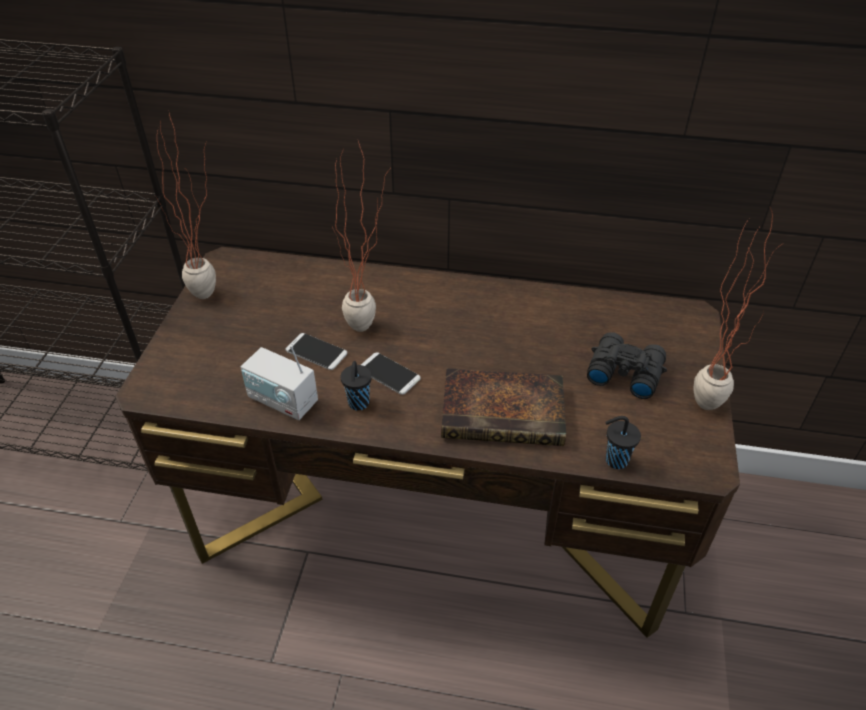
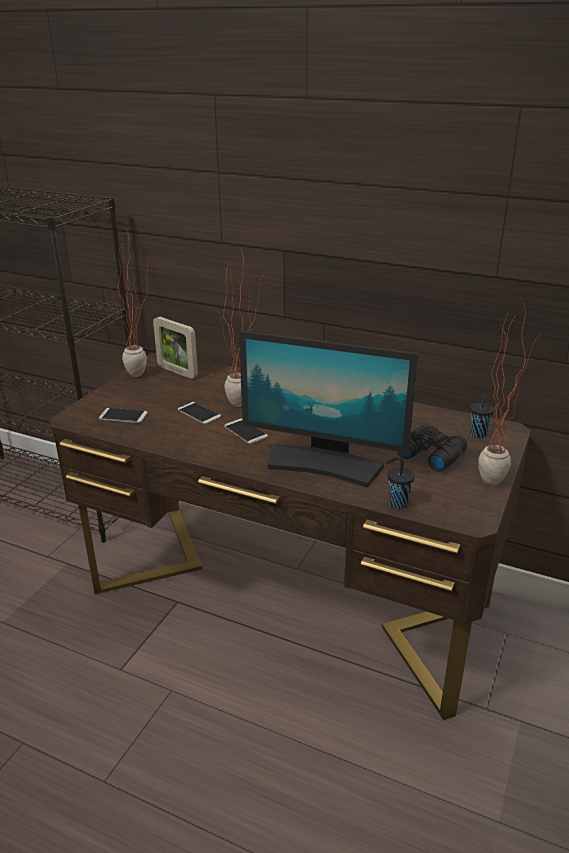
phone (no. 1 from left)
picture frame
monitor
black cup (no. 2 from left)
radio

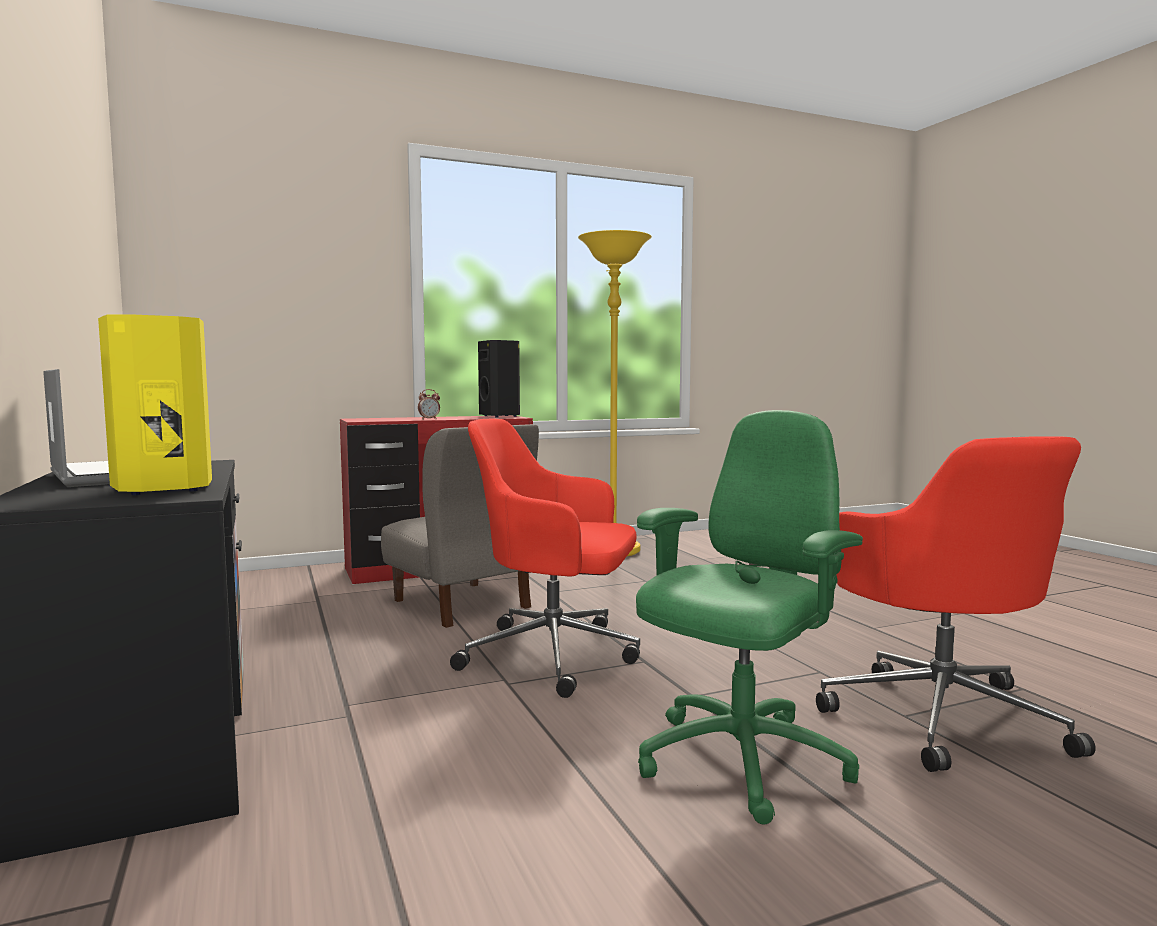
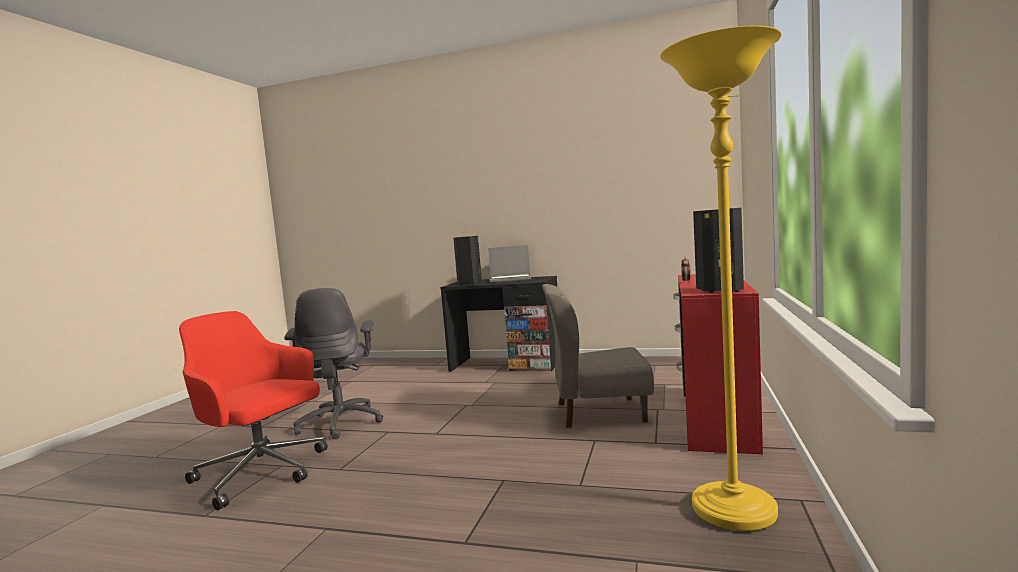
grey office chair
black speaker (no. 1 from left)
red office chair (no. 1 from left in the first image)

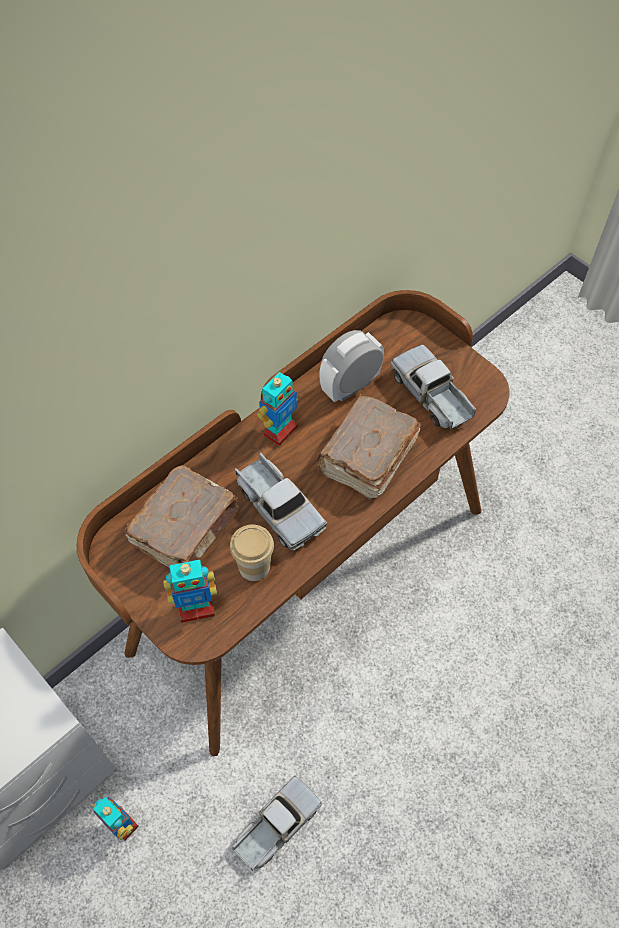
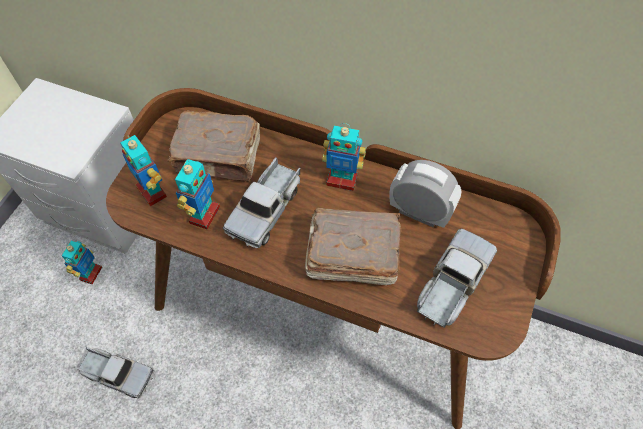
toy robot (no. 3 from left)

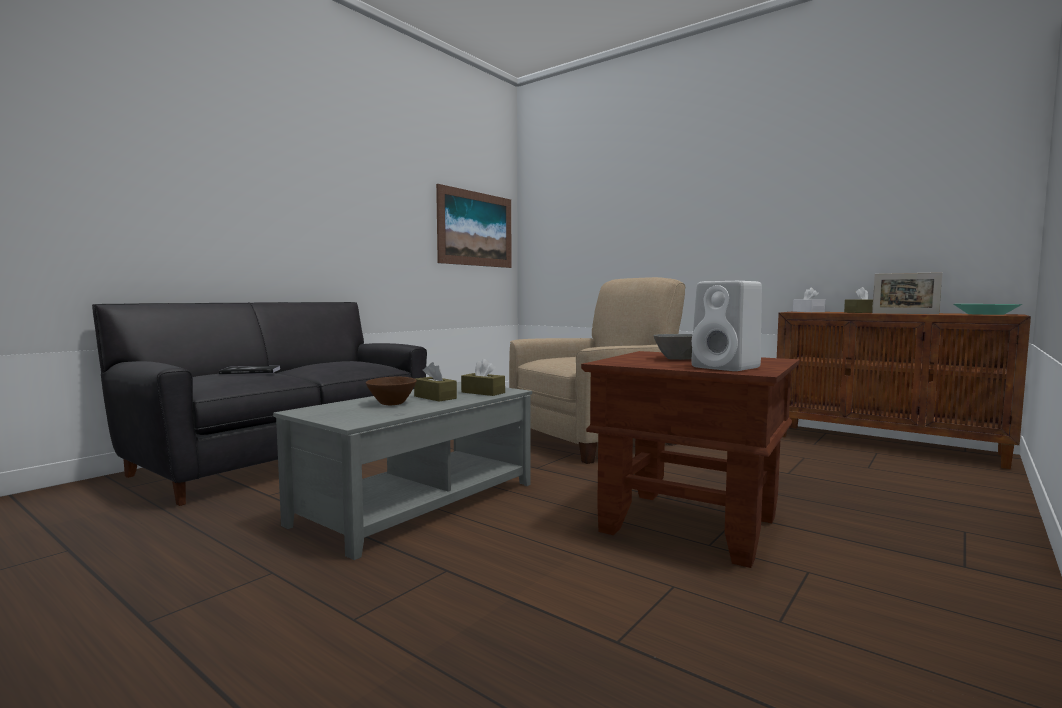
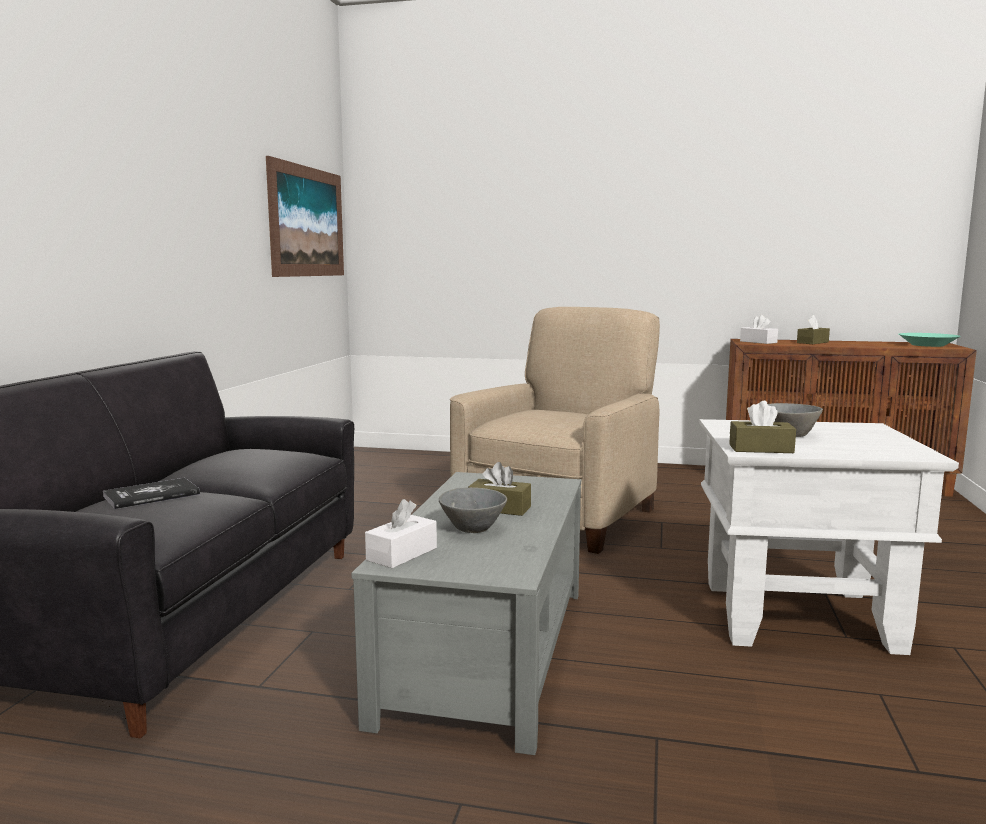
white tissue box (no. 1 from left)
grey bowl (no. 1 from left)
white side table
brown tissue box (no. 2 from left)
white speaker
picture frame

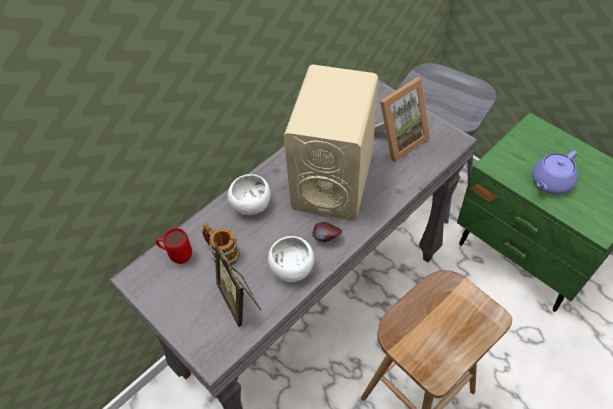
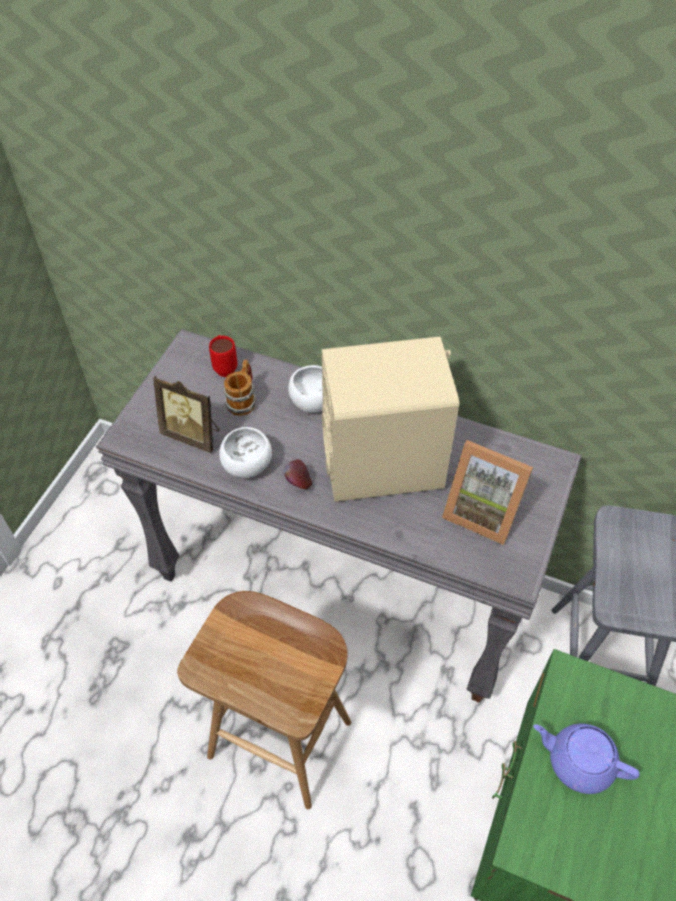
picture frame (no. 1 from left)

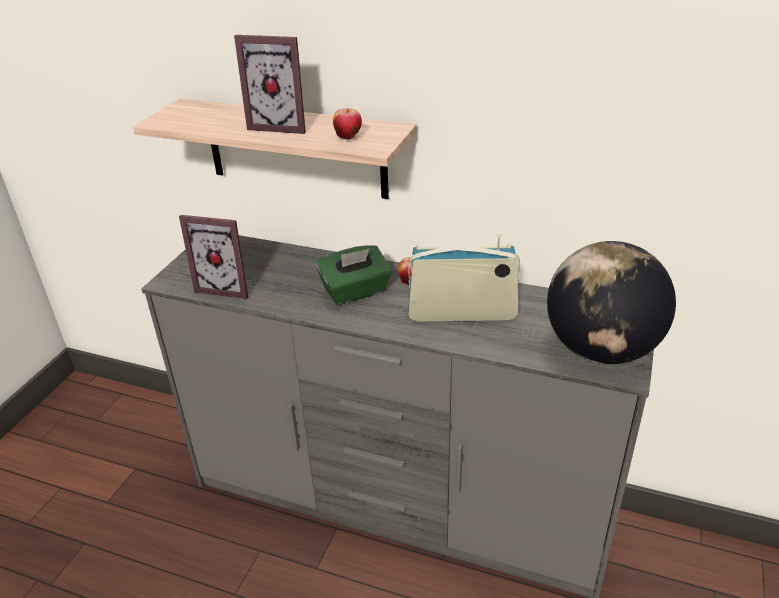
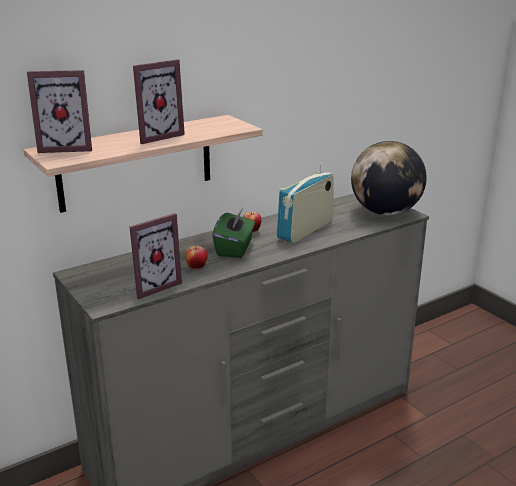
picture frame (no. 1 from left)
apple (no. 1 from left)

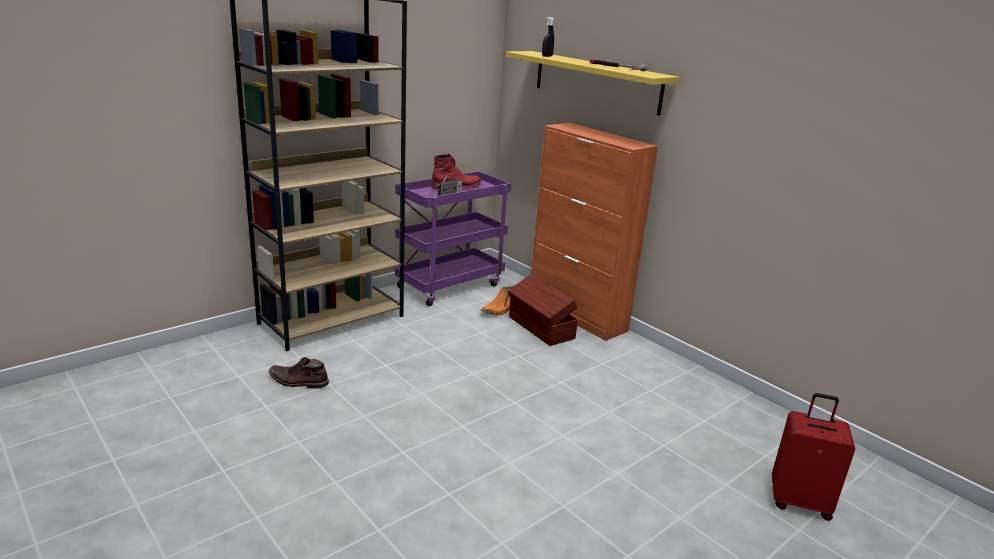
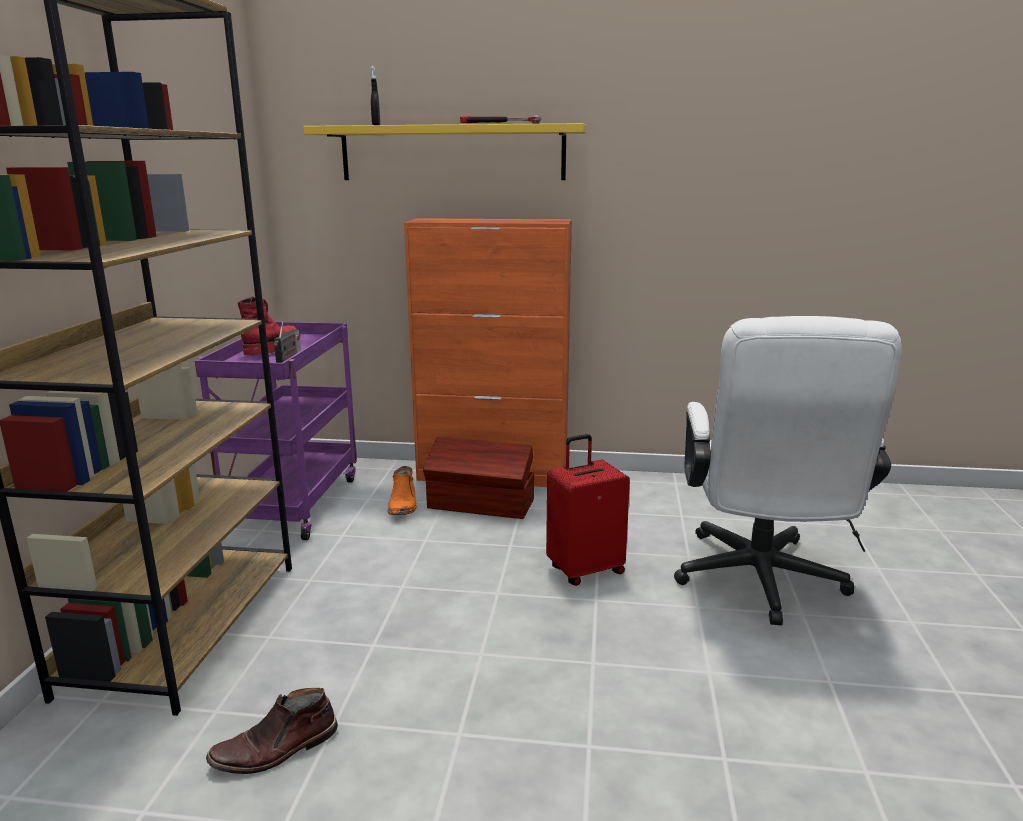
red suitcase
white office chair

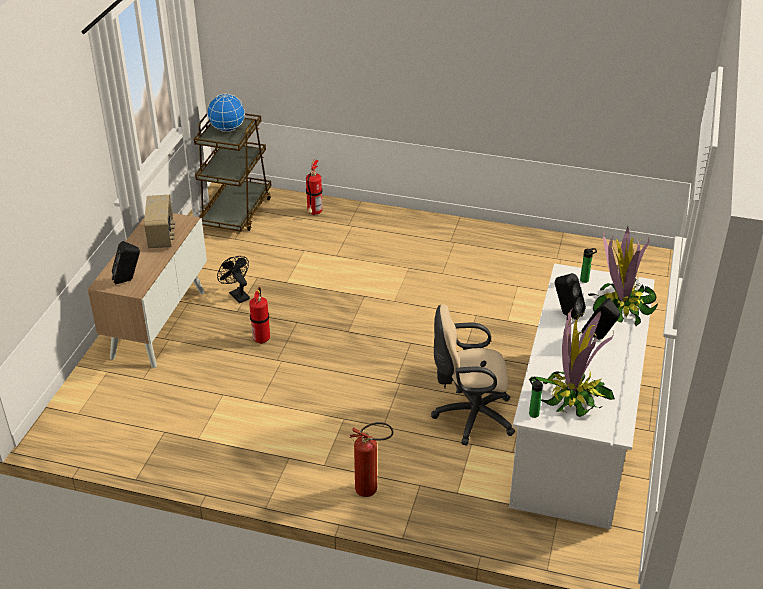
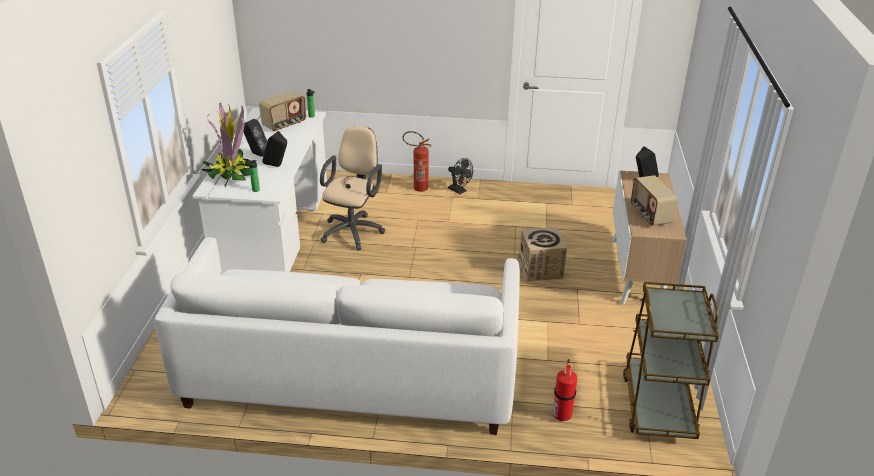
white sofa
radio (no. 1 from left)
beige office chair
black fan
cardboard box
globe

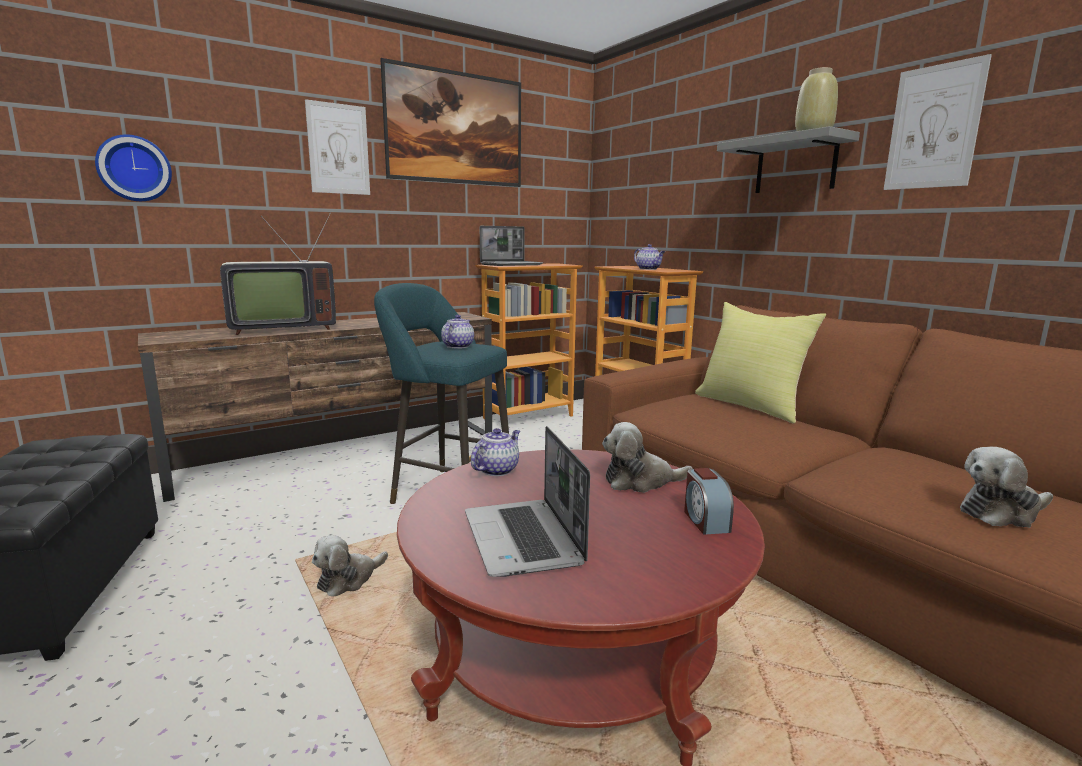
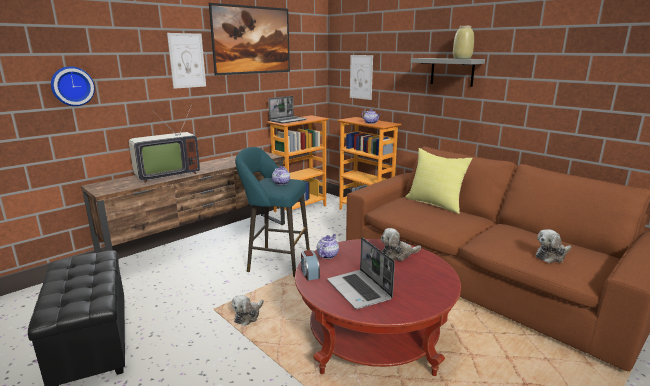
alarm clock
picture (no. 3 from left)

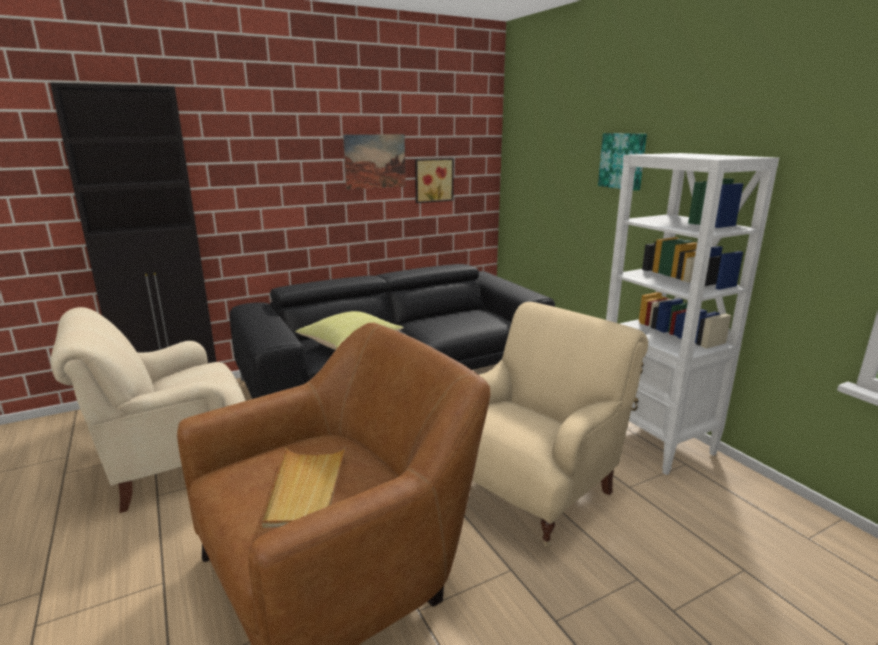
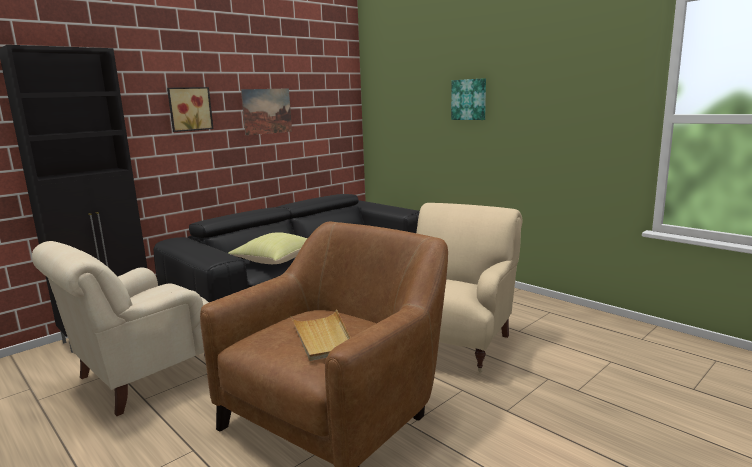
picture (no. 1 from left)
white bookcase

